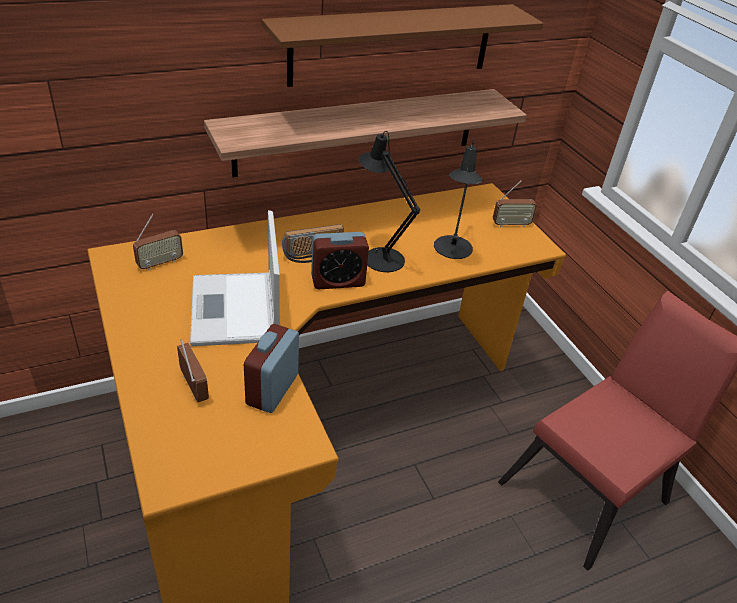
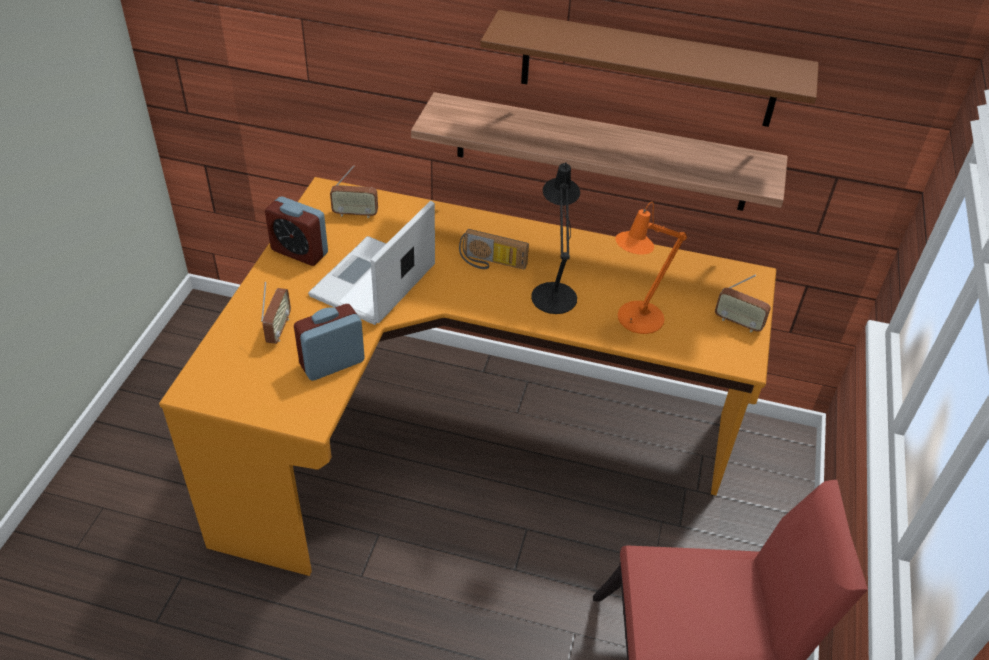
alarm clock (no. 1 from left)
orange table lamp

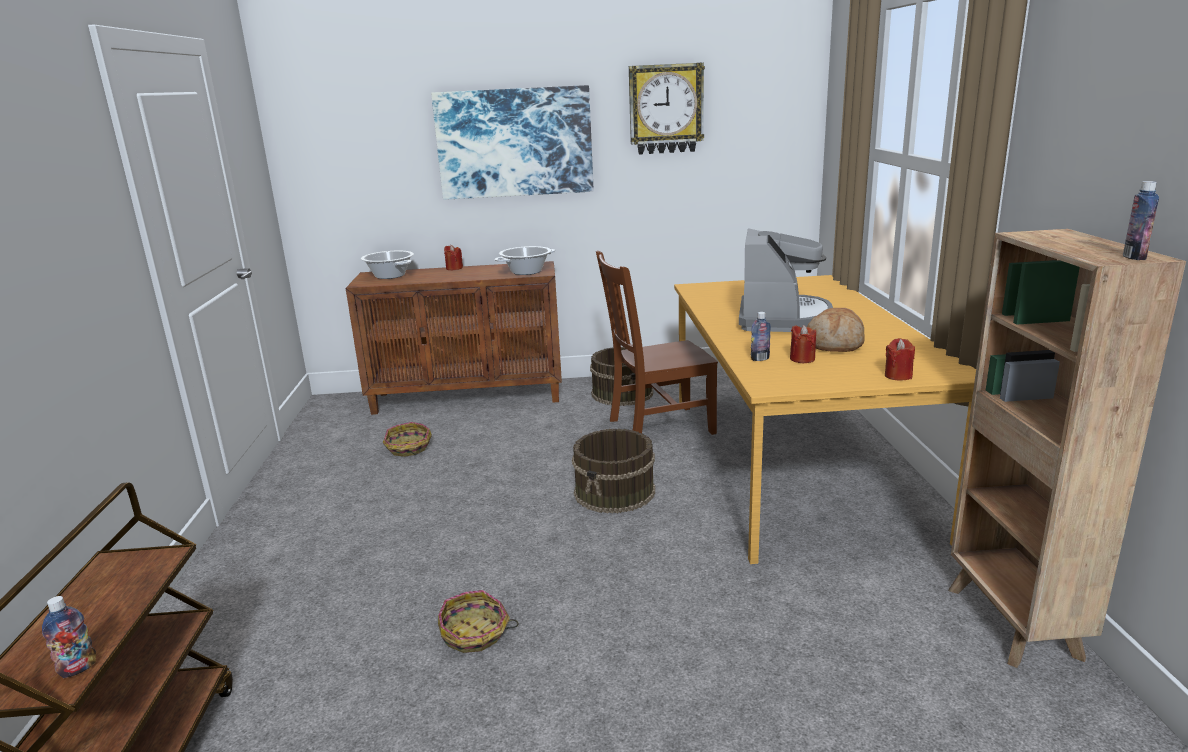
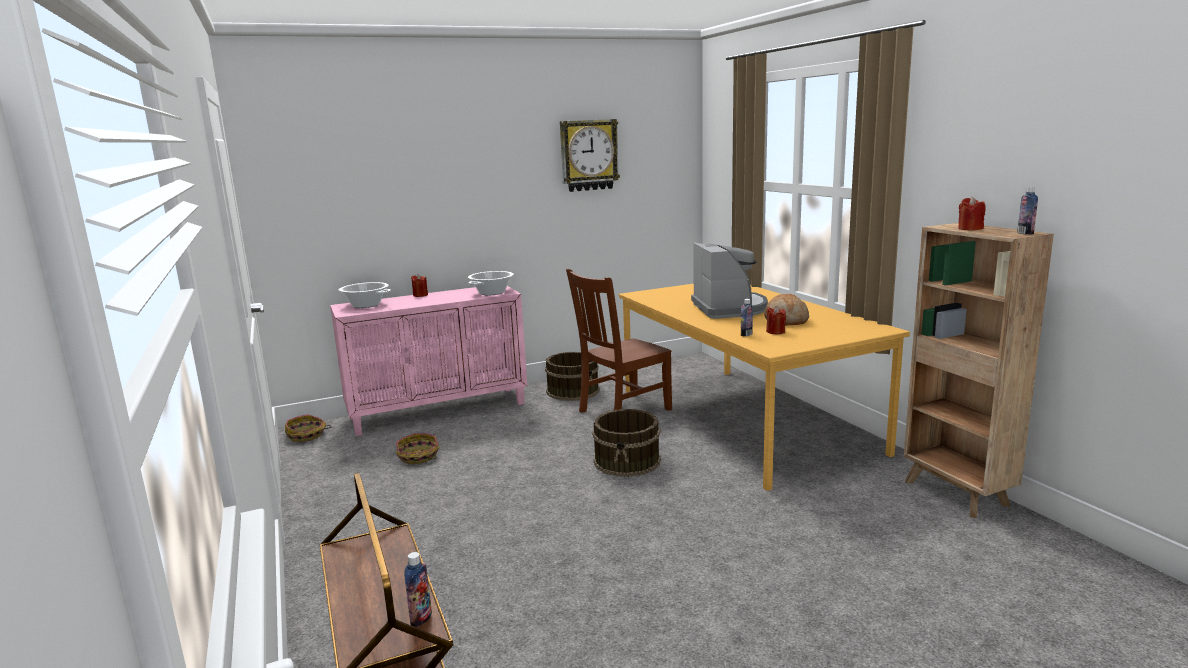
basket (no. 1 from left)
pink cabinet
red candle (no. 3 from left)
picture

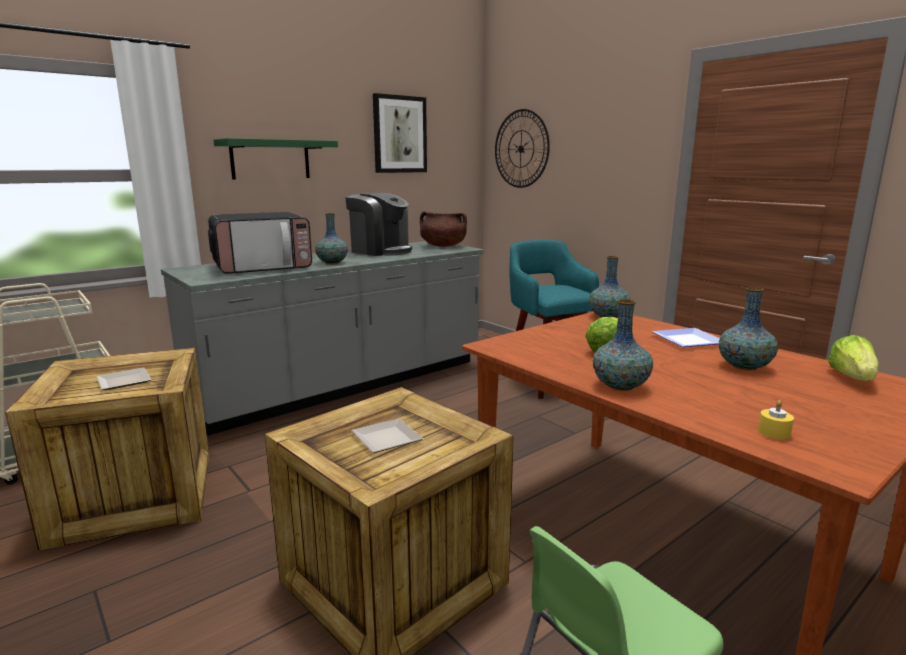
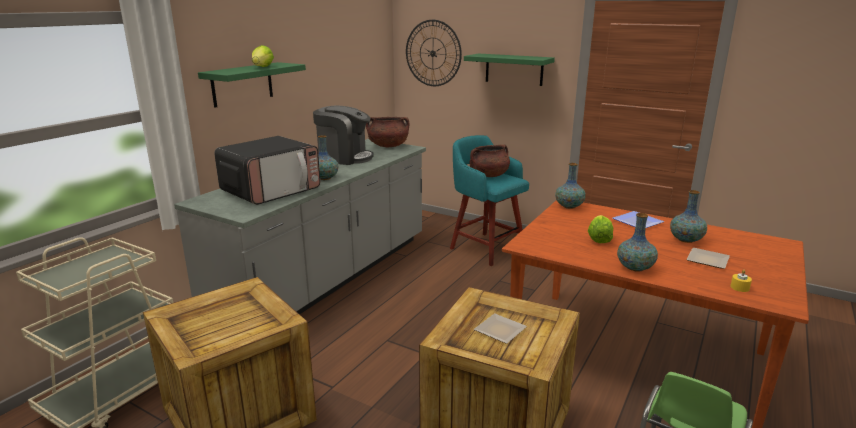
lettuce (no. 1 from left)
green shelf (no. 2 from left)
brown cooking pot (no. 2 from left)
plate (no. 3 from left)
picture

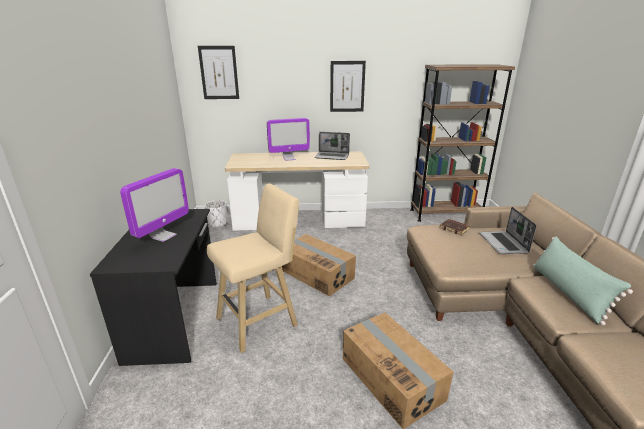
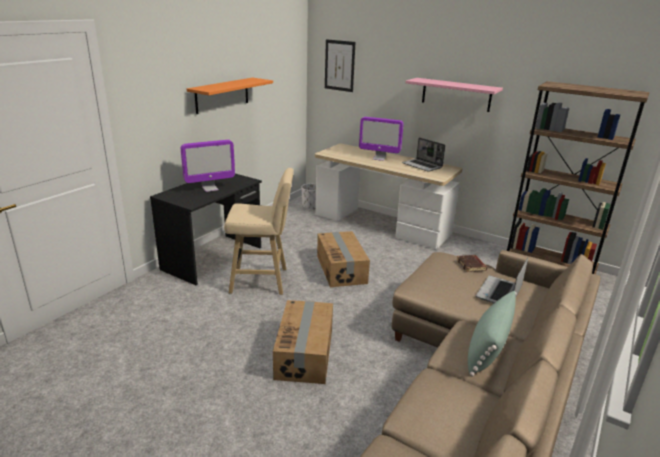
orange shelf
pink shelf

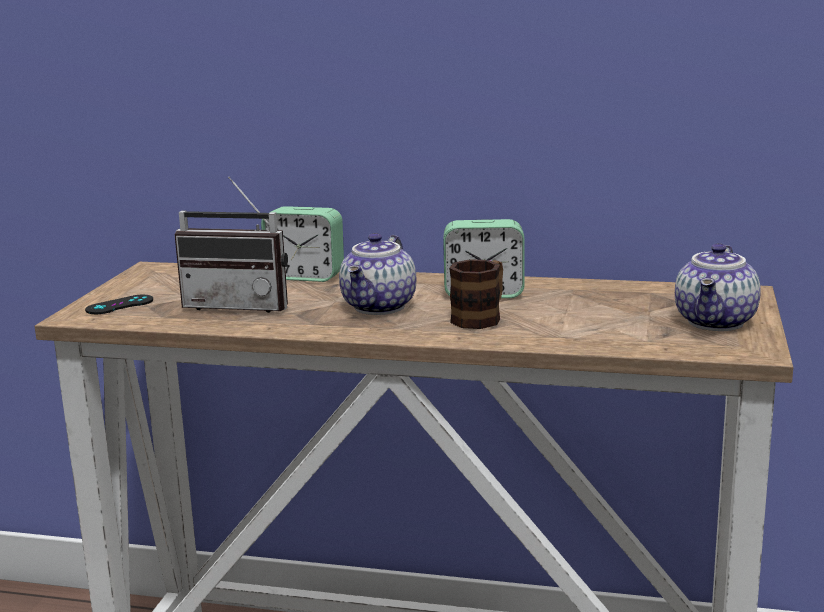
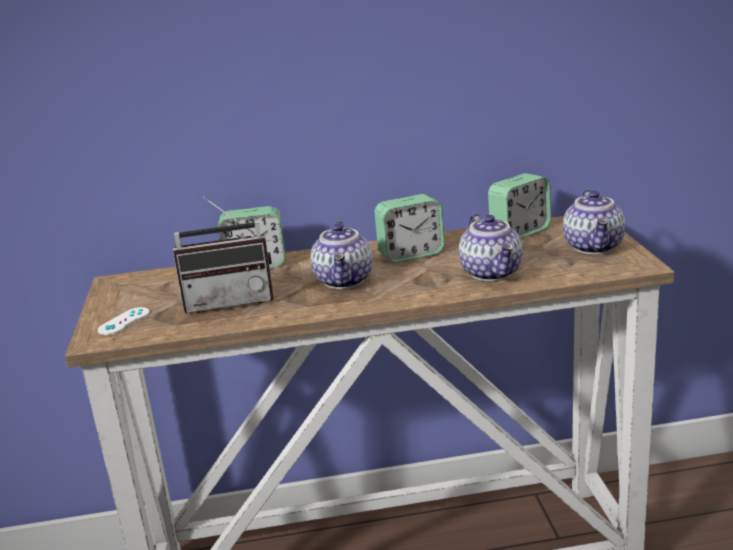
white game controller
teapot (no. 2 from left)
alarm clock (no. 3 from left)
mug

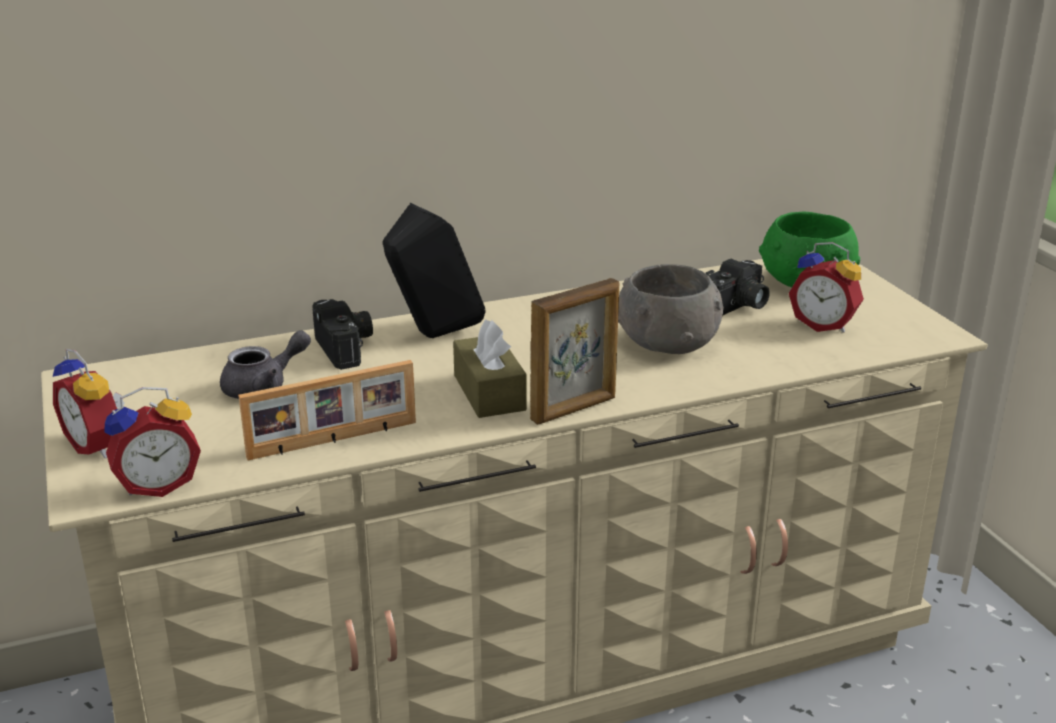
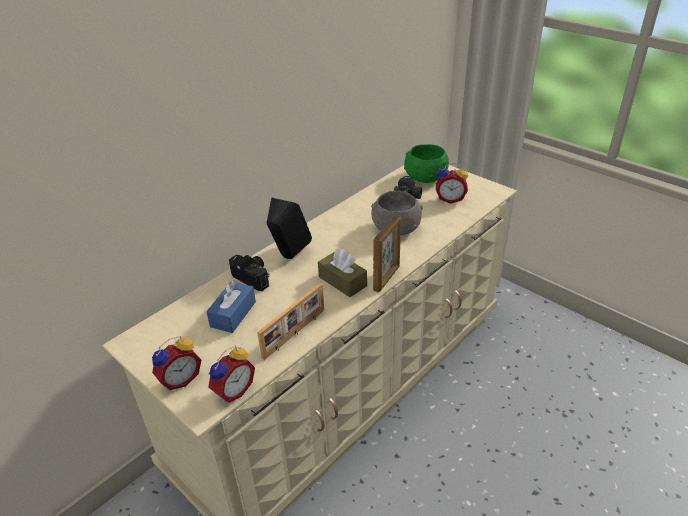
alarm clock (no. 1 from left)
blue tissue box

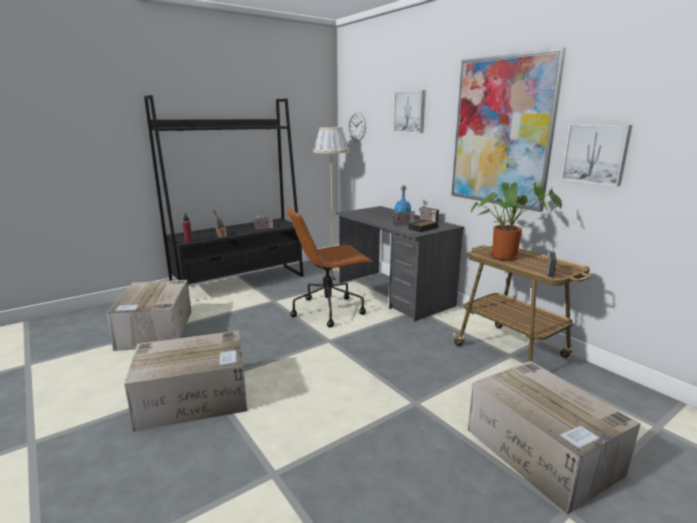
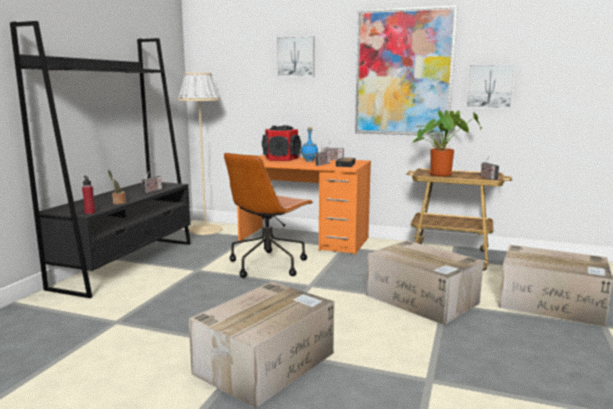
orange desk
speaker
cardboard box (no. 2 from left)
wall clock

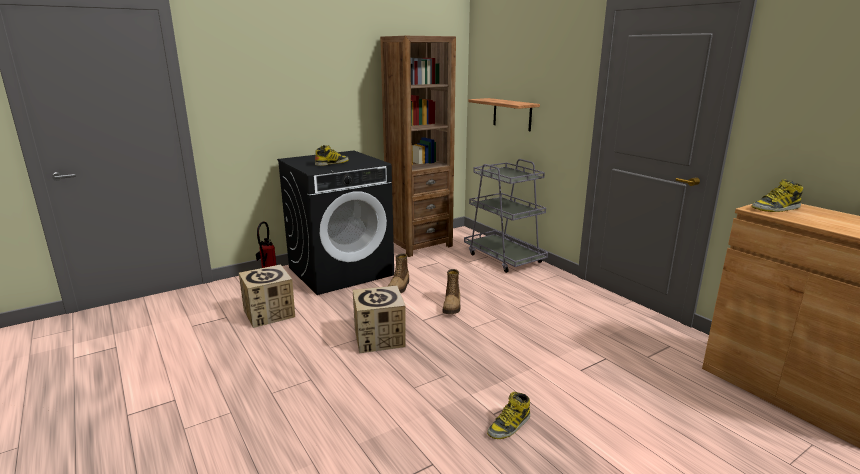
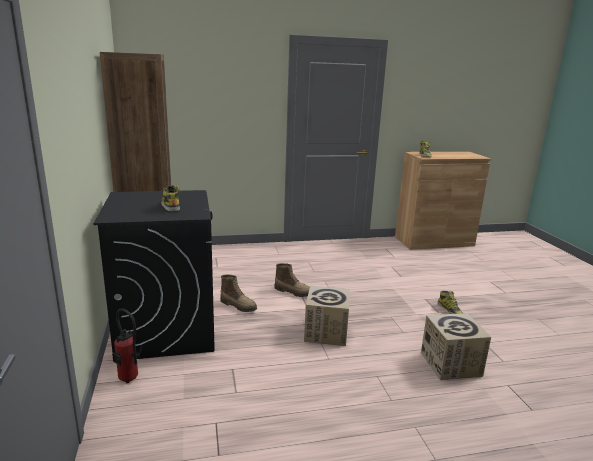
cardboard box (no. 2 from left)
grey cart
shelf

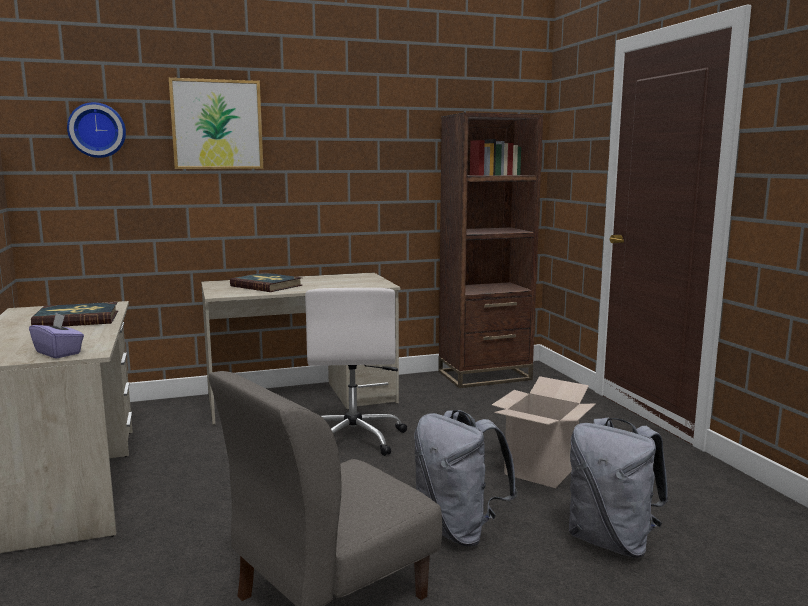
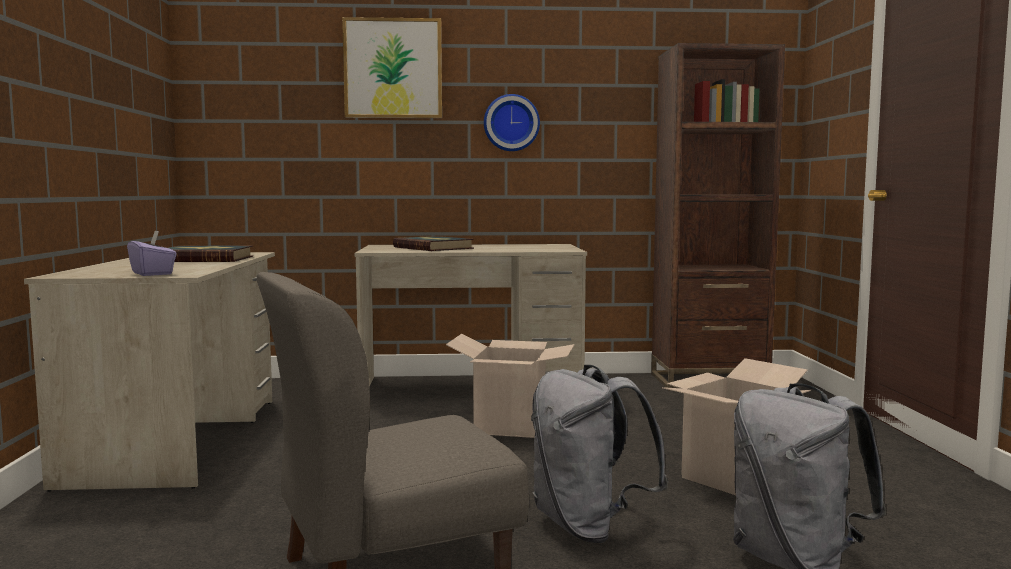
cardboard box (no. 1 from left)
wall clock

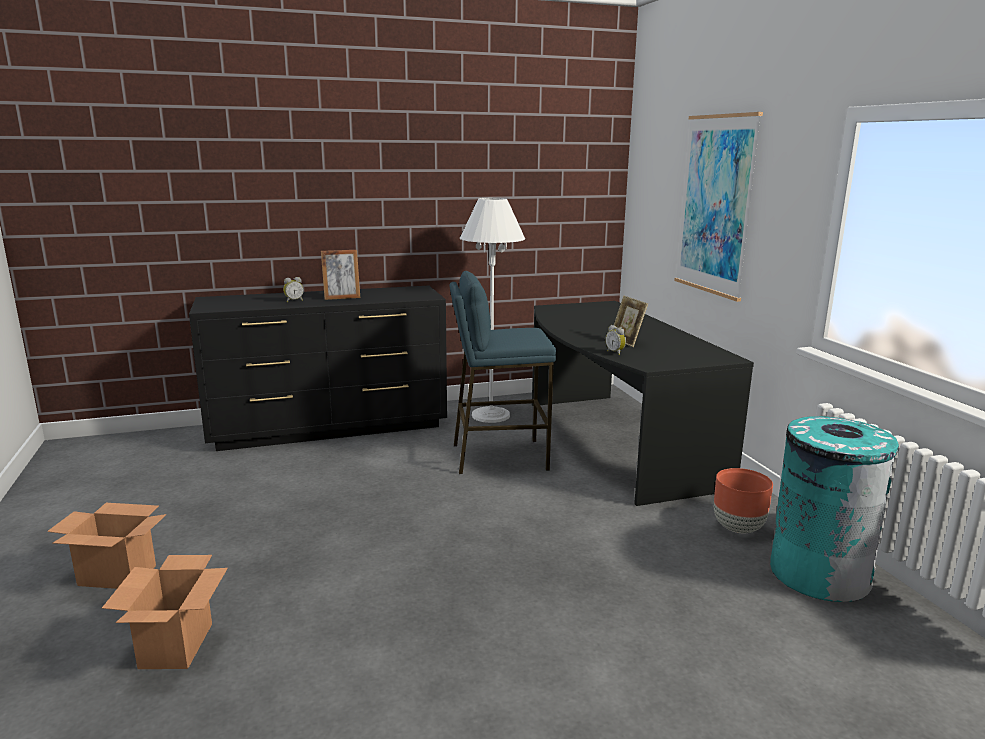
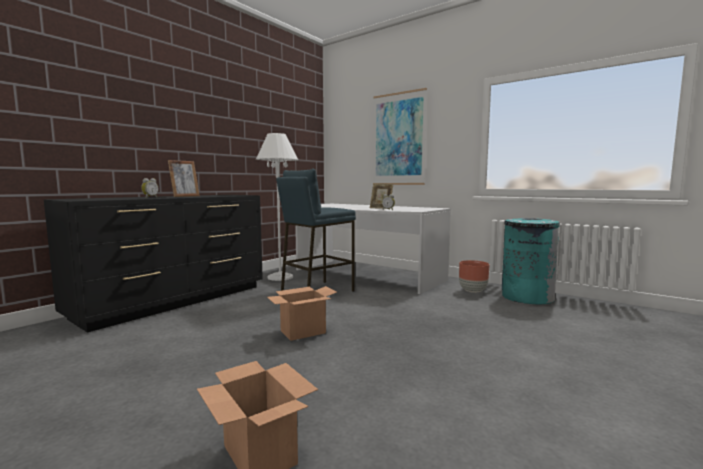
cardboard box (no. 2 from left)
white desk

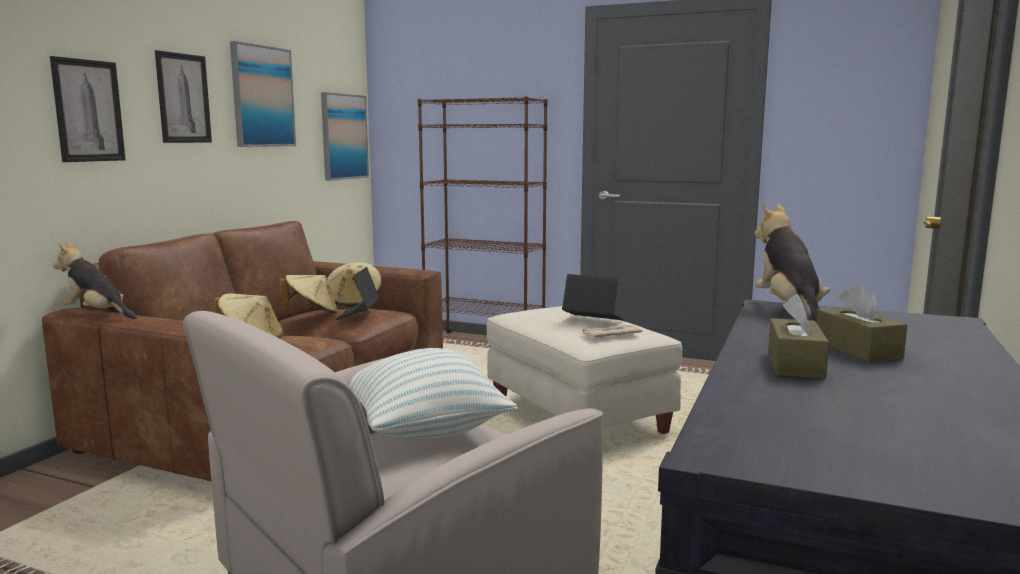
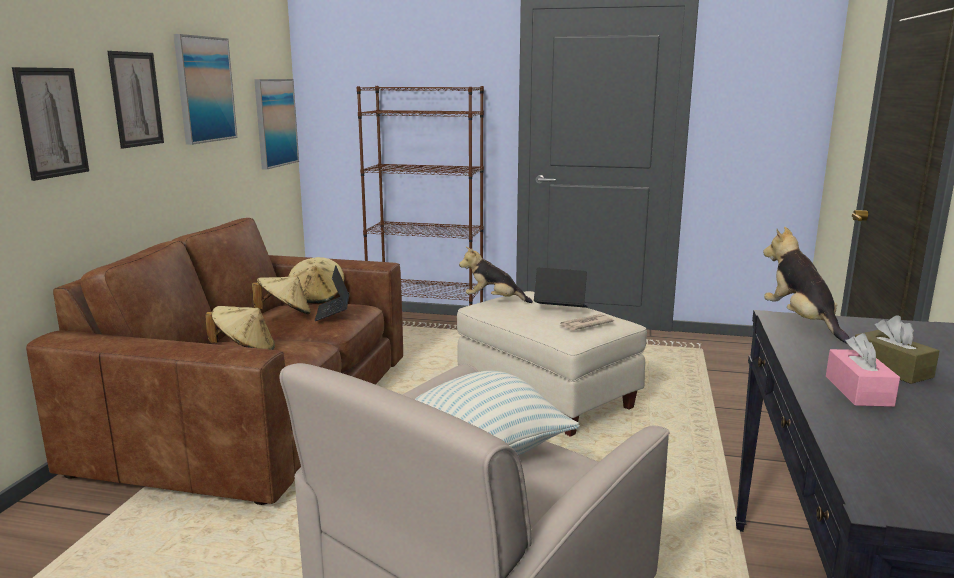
plush toy (no. 1 from left)
pink tissue box

